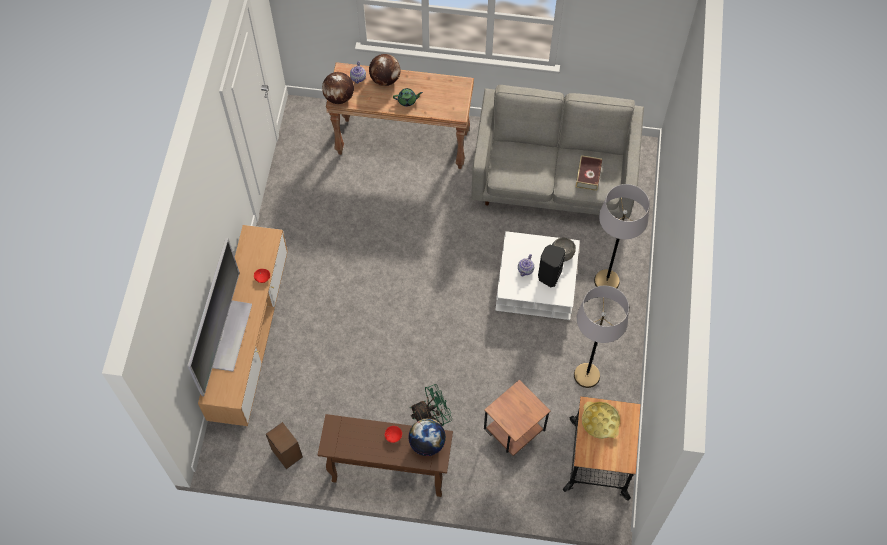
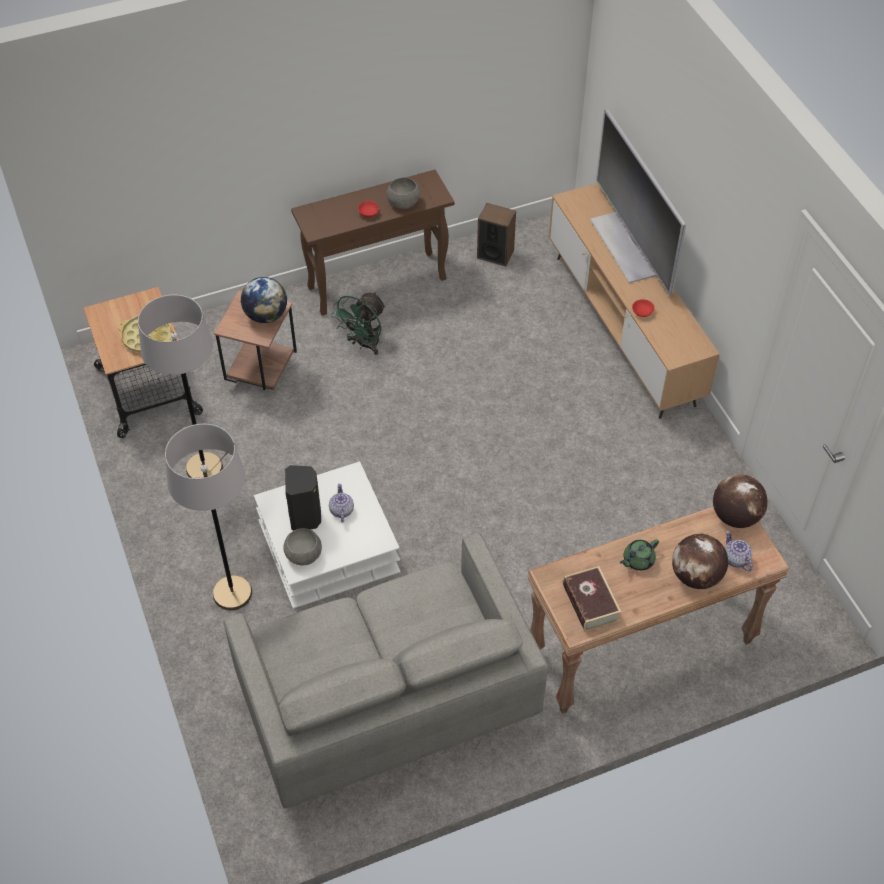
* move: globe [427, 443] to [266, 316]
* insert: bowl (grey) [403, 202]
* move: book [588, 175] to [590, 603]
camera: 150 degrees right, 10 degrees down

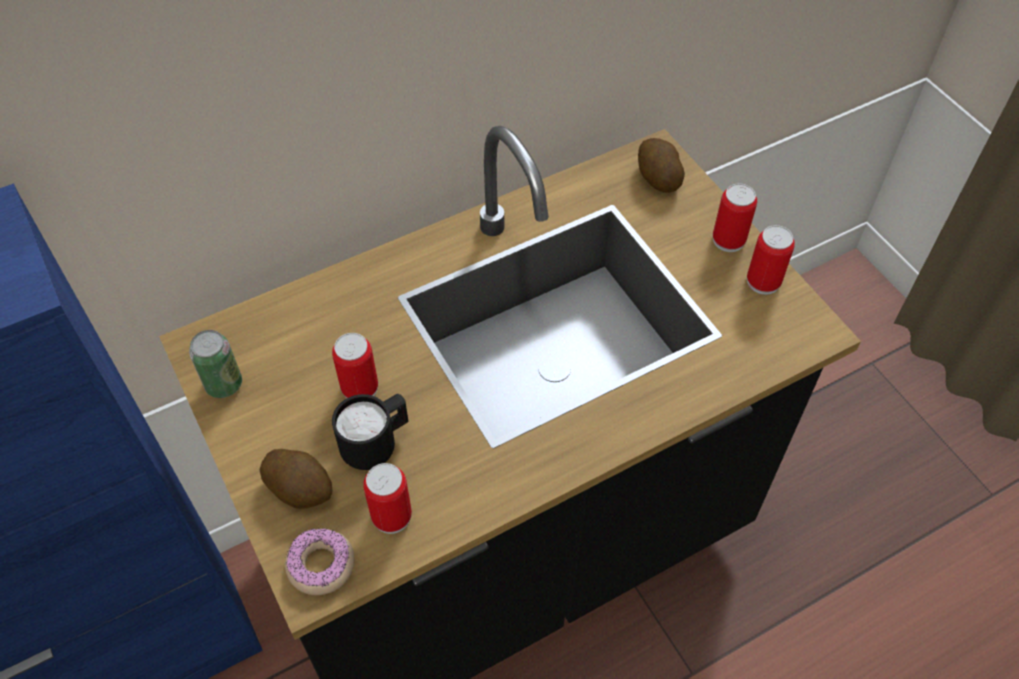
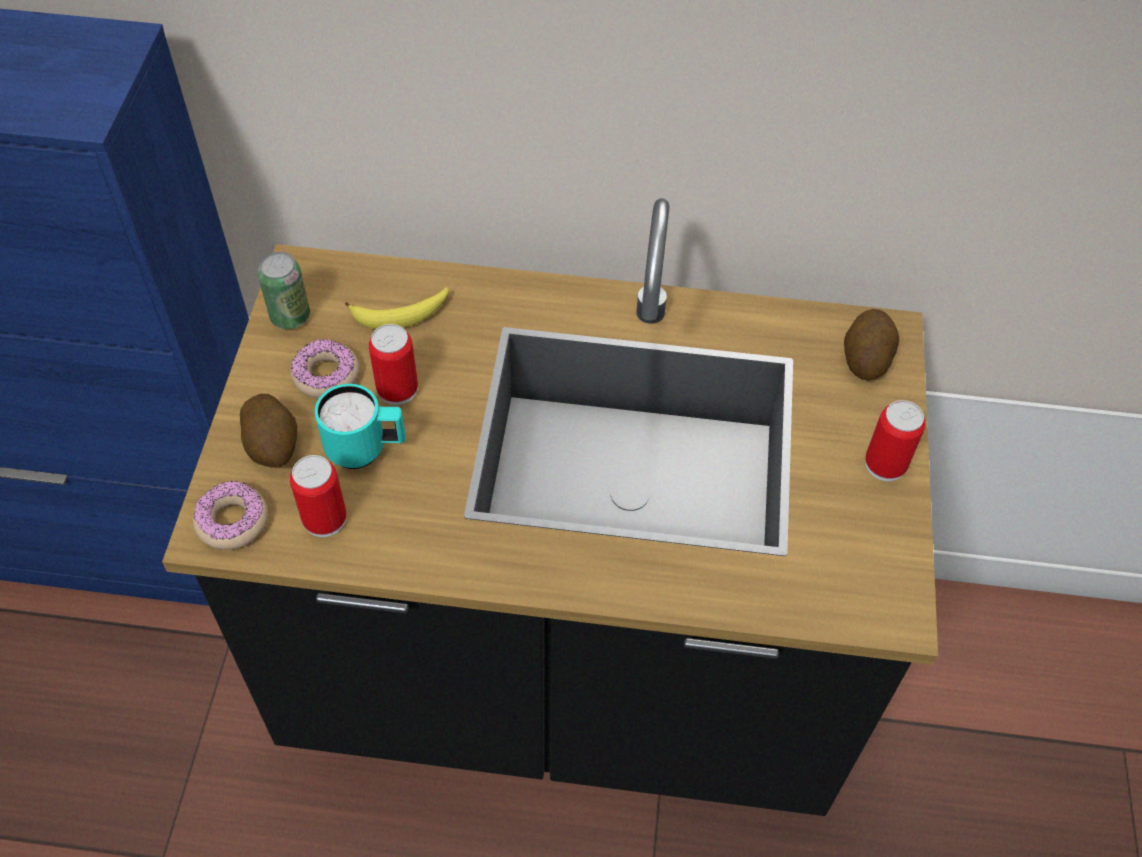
* insert: donut [326, 375]
* recolor: mug (black) [376, 446] to mug (turquoise) [366, 450]
* insert: banana [401, 315]
* delete: can [763, 281]
camera: 35 degrees right, 0 degrees up

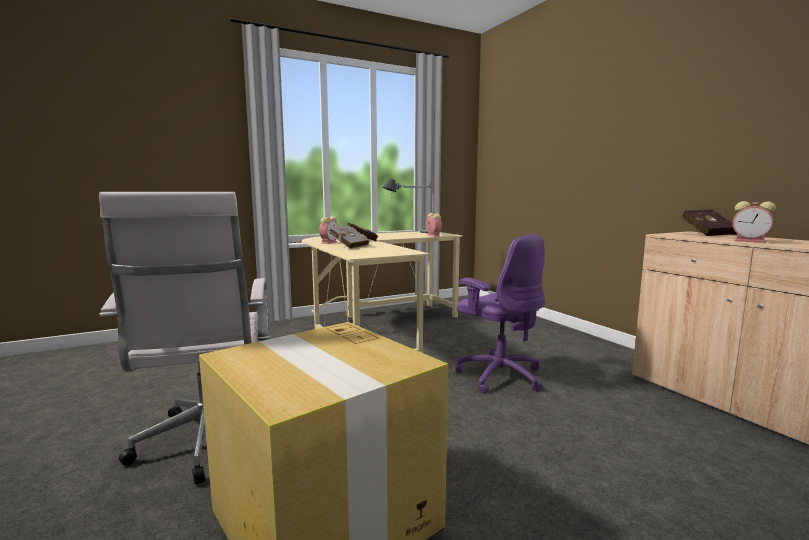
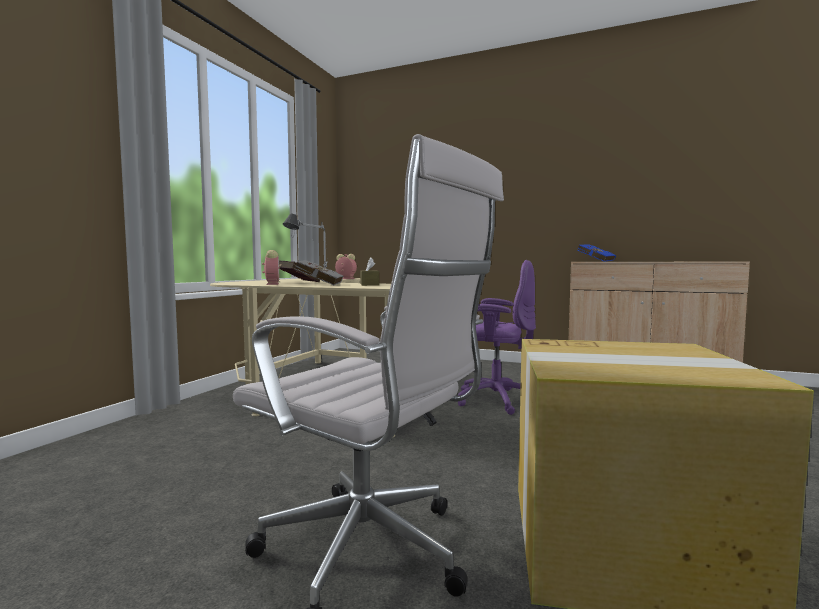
* insert: tissue box (brown) [369, 284]
* recolor: book (red) [706, 234] to book (blue) [594, 261]
* delete: alarm clock [751, 241]
camera: 40 degrees left, 5 degrees down

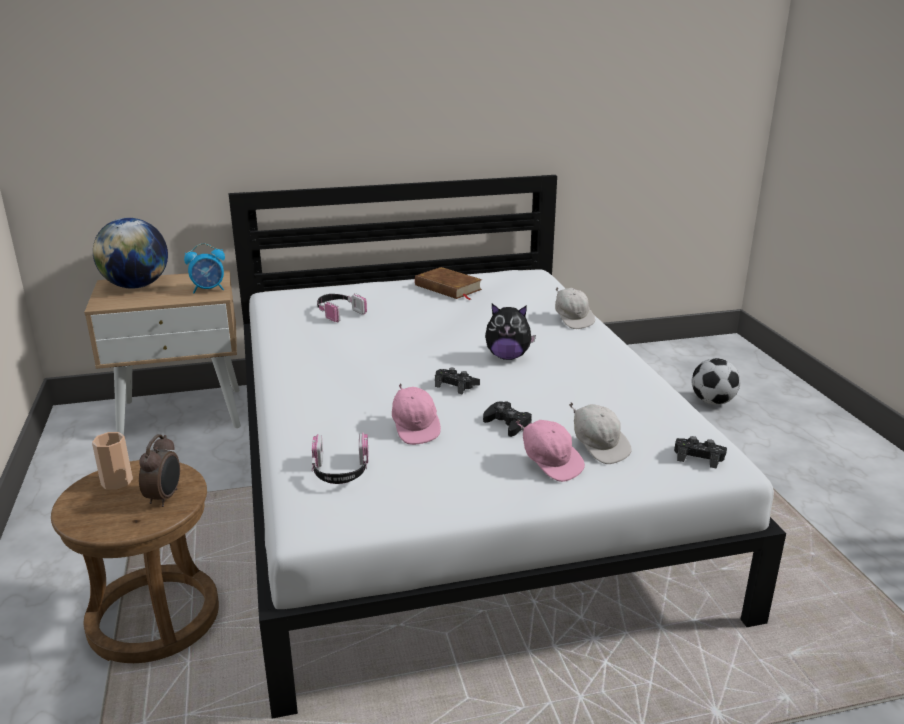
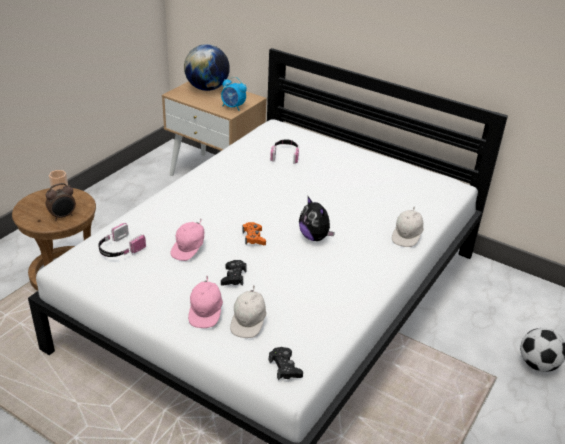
* recolor: game controller (black) [456, 385] to game controller (orange) [253, 237]
* delete: book (brown) [448, 288]
camera: 45 degrees right, 10 degrees up

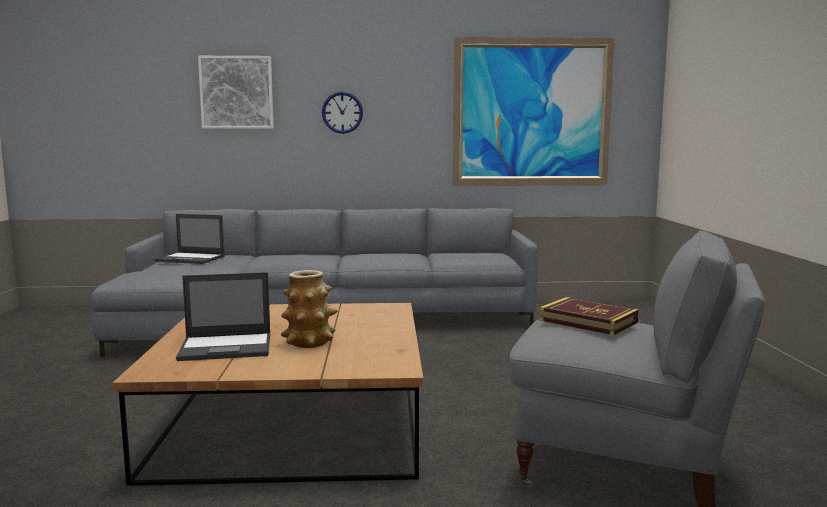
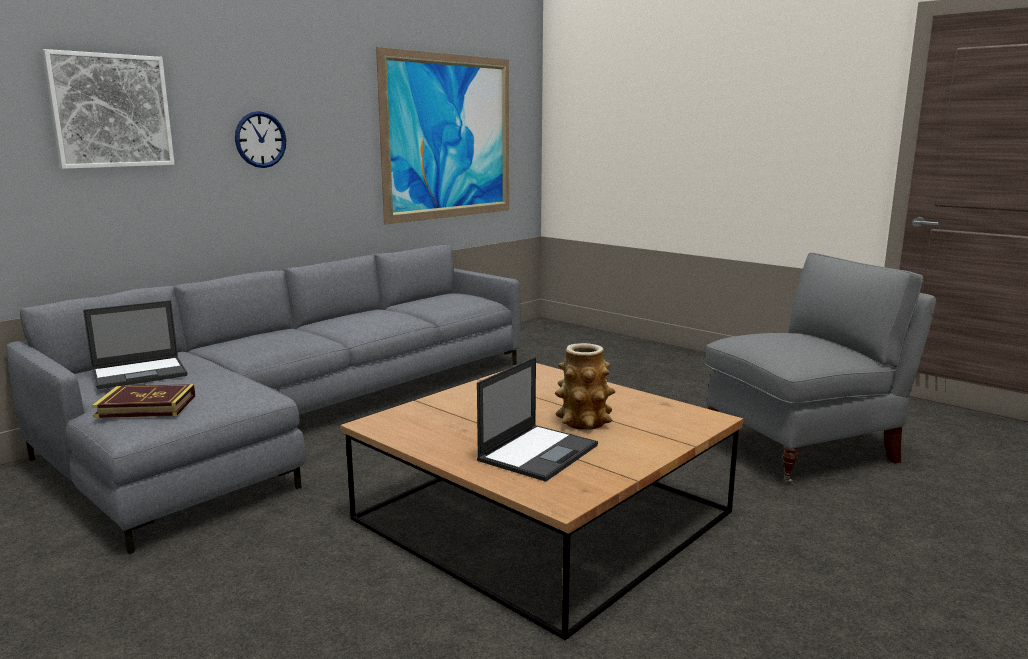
* move: book [588, 321] to [146, 406]
camera: 45 degrees left, 5 degrees up

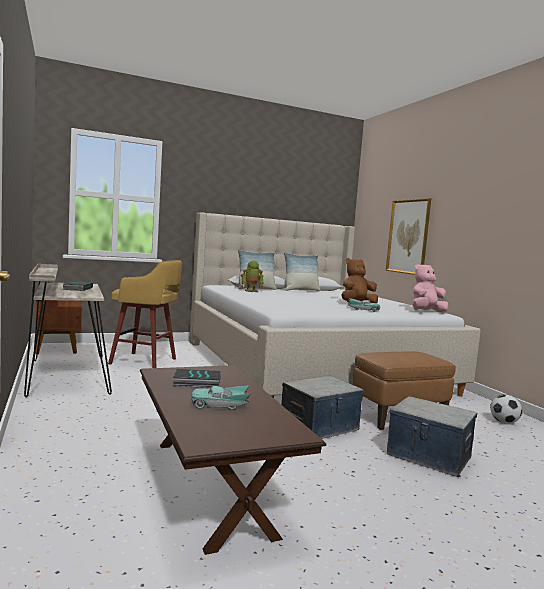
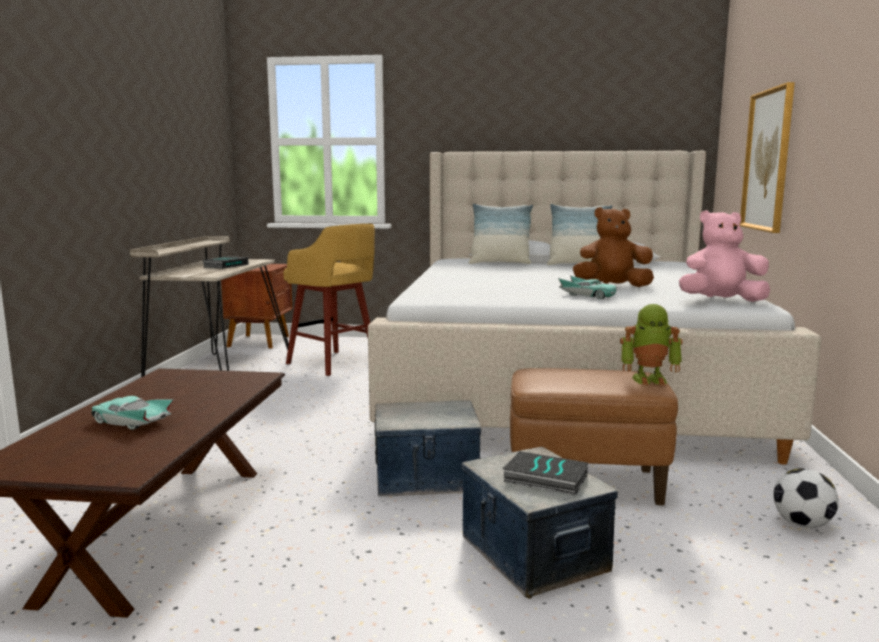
* move: book [196, 383] to [544, 479]
* move: toy robot [251, 291] to [649, 379]
camera: 30 degrees right, 5 degrees up

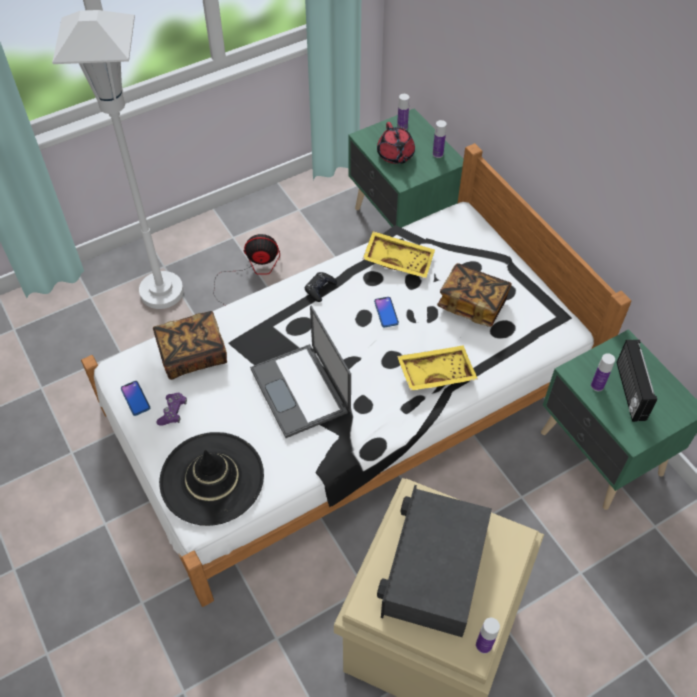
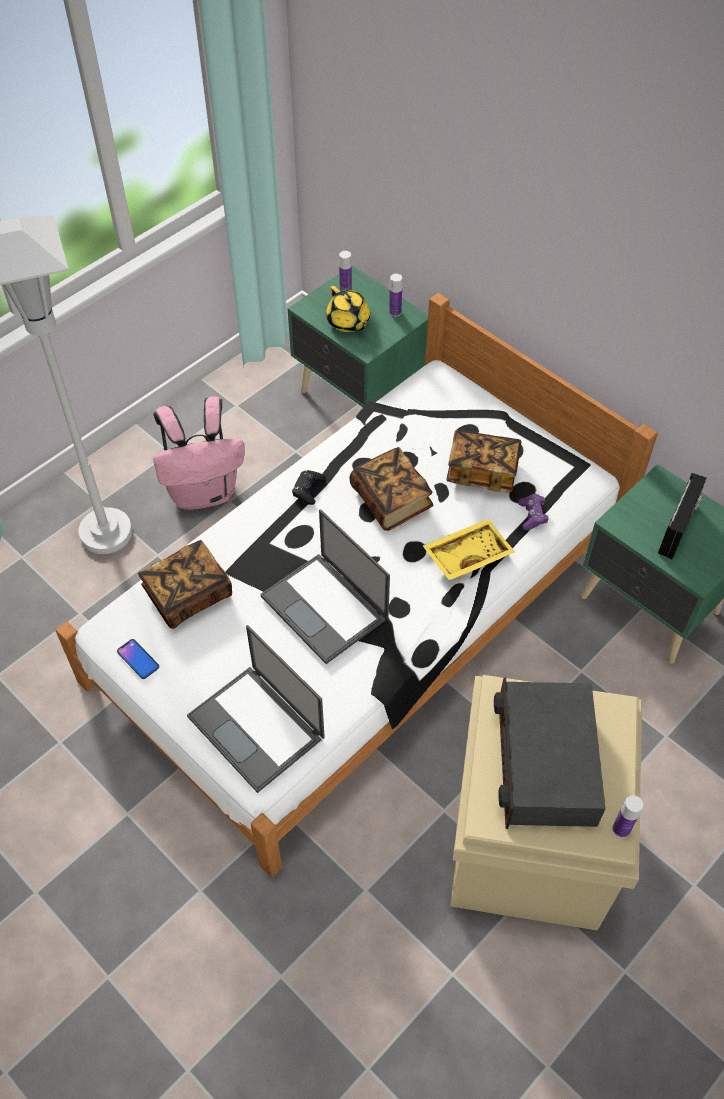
* replace: fan [250, 275] to backpack (pink) [204, 492]
* replace: hat (black) [212, 478] to laptop [257, 728]
* recolor: teapot (red) [395, 155] to teapot (yellow) [348, 322]
* replace: phone [386, 312] to book [391, 500]
* move: game controller (purple) [173, 412] to [532, 515]
* rotate: radio [629, 391] = [678, 529] 135 degrees counterclockwise
* delete: tray (yellow) [399, 260]
* delete: bottle [597, 386]
camera: 15 degrees left, 0 degrees up

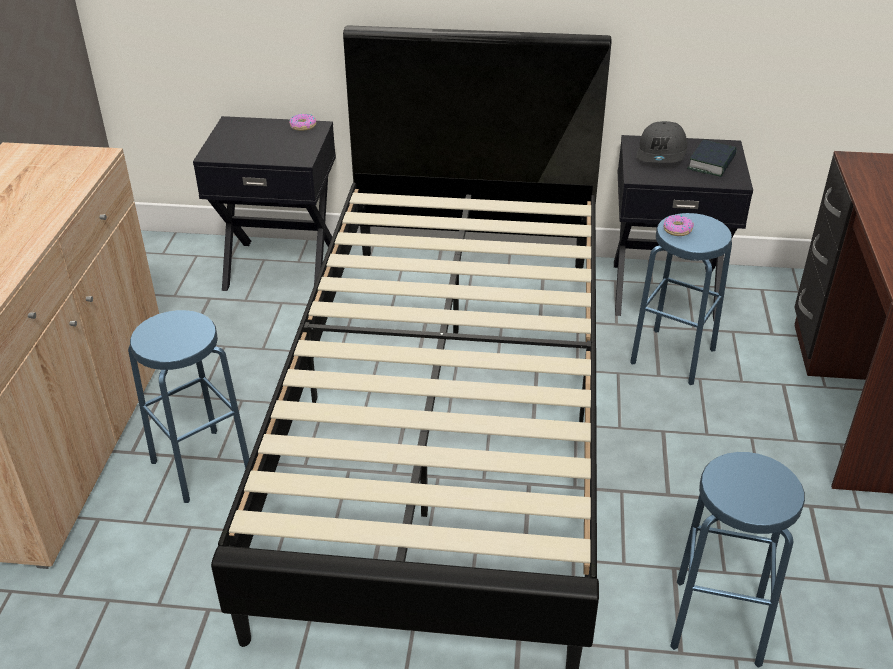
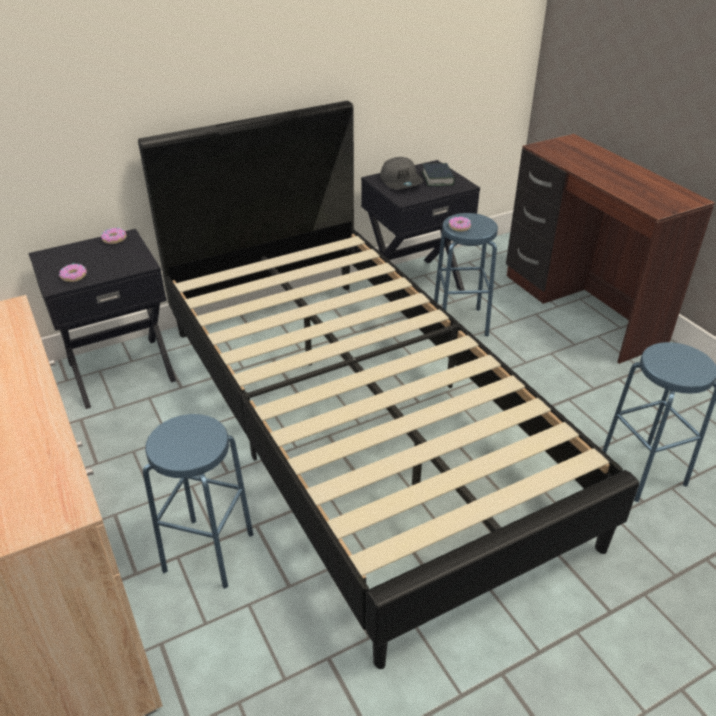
* insert: donut [74, 276]
camera: 35 degrees left, 0 degrees up

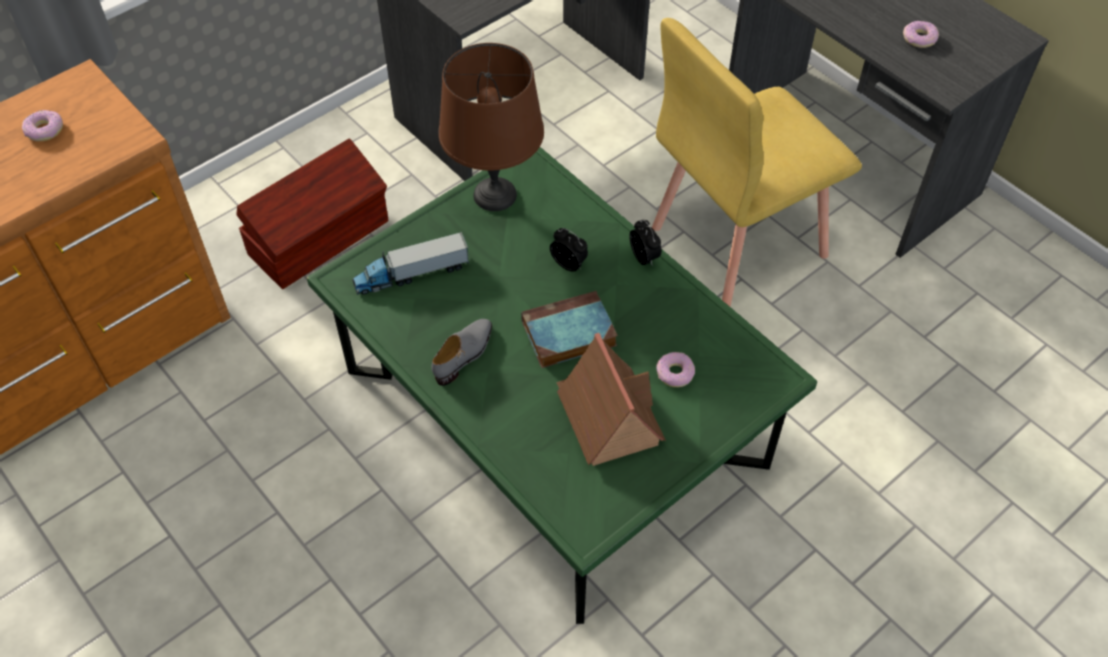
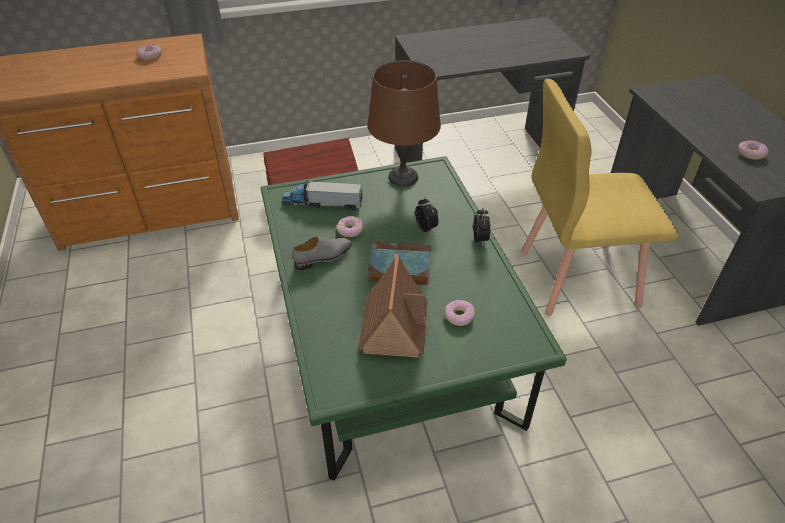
* insert: donut [350, 230]
camera: 25 degrees right, 10 degrees down

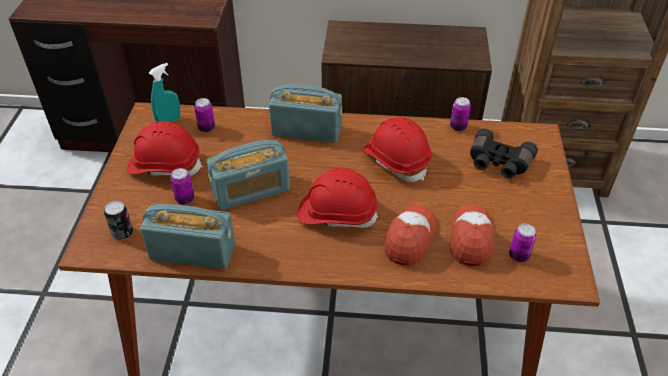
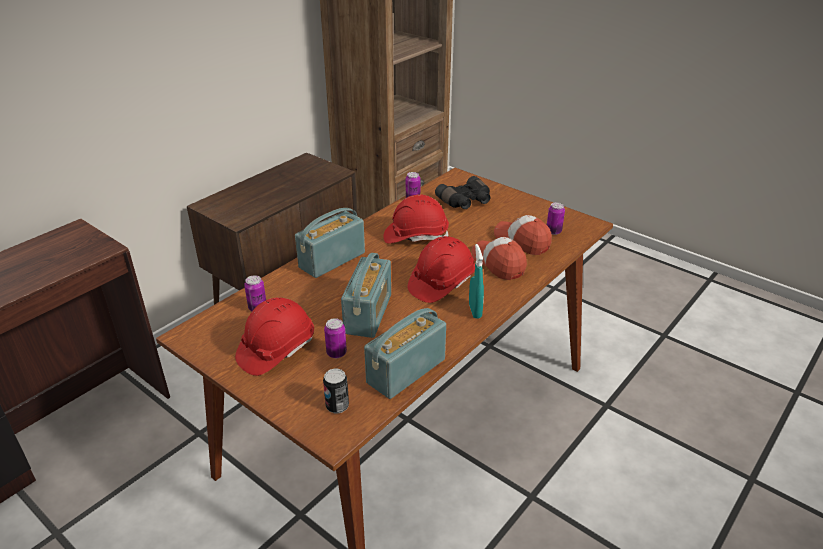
* move: spray bottle (turquoise) [169, 121] to [475, 311]
camera: 55 degrees left, 10 degrees down

